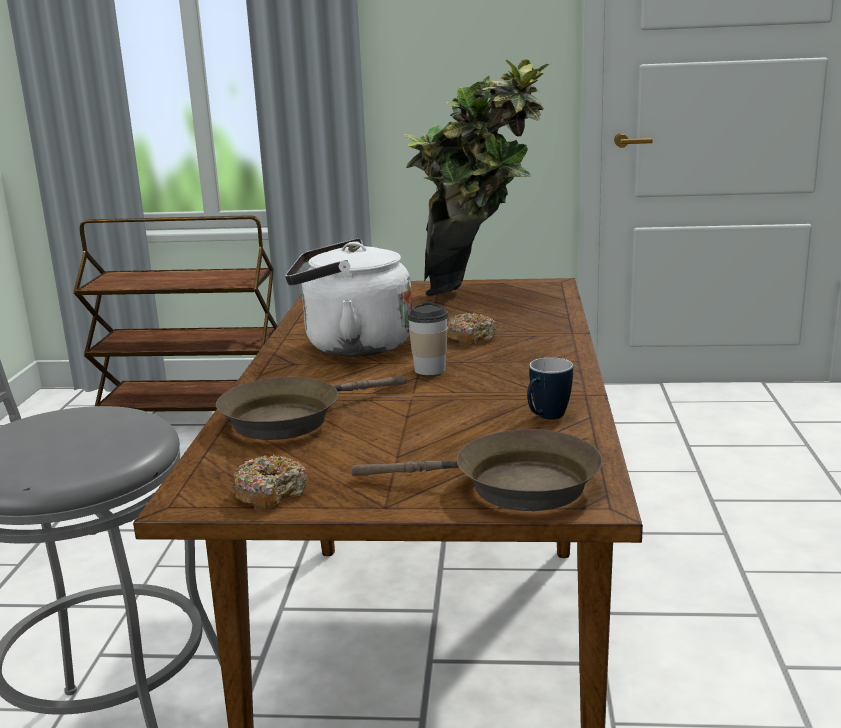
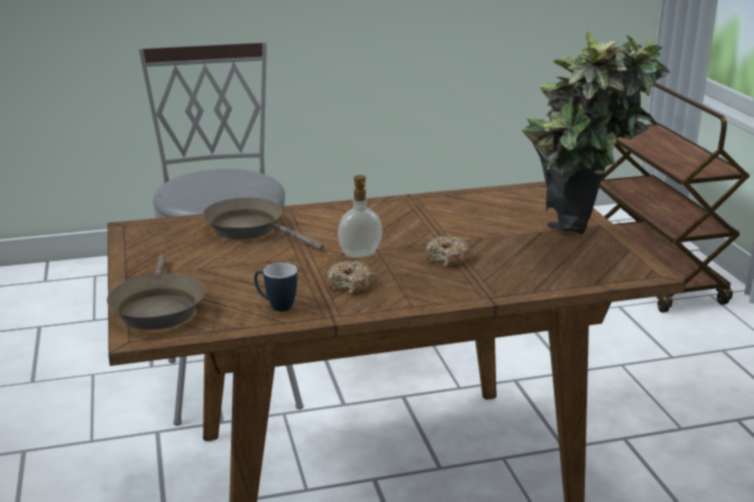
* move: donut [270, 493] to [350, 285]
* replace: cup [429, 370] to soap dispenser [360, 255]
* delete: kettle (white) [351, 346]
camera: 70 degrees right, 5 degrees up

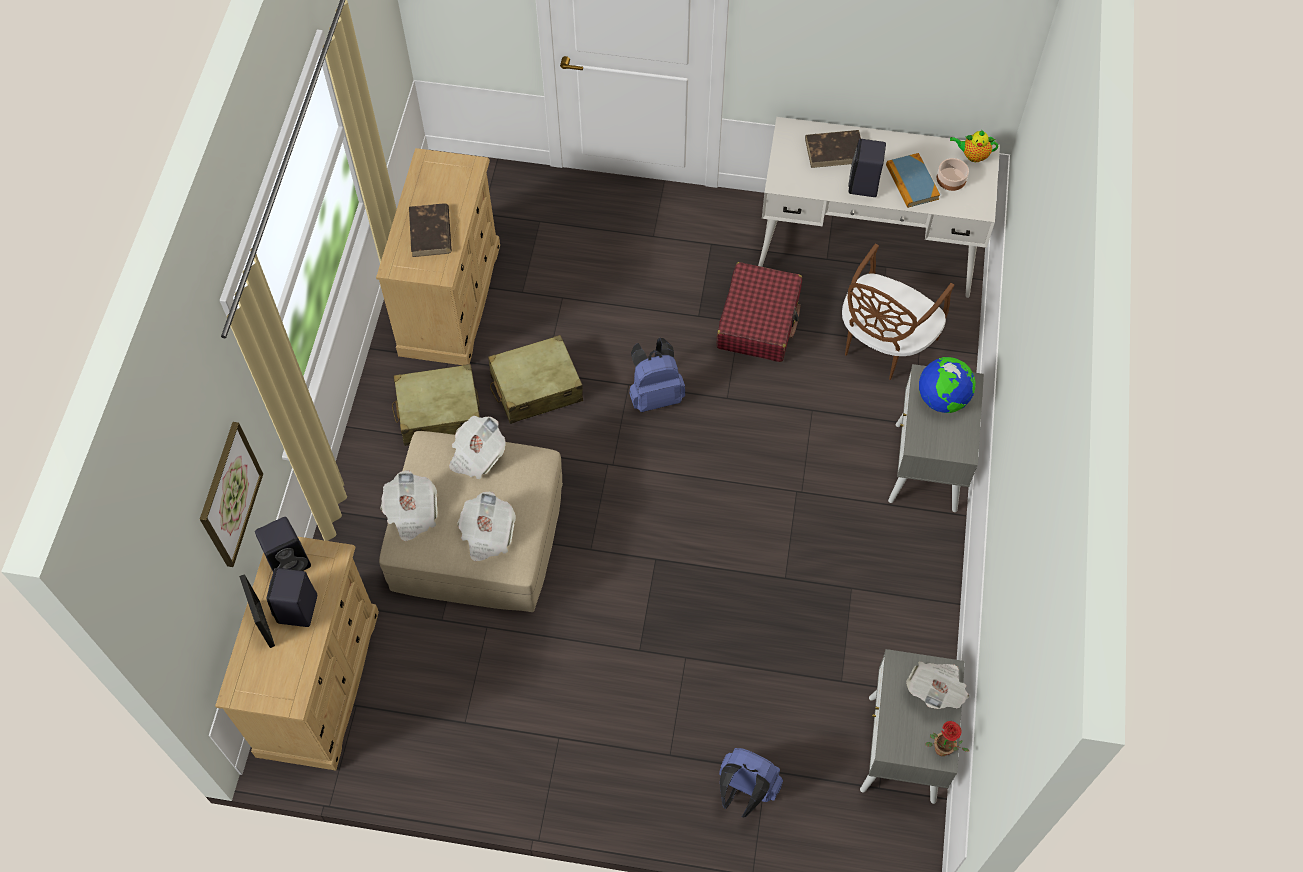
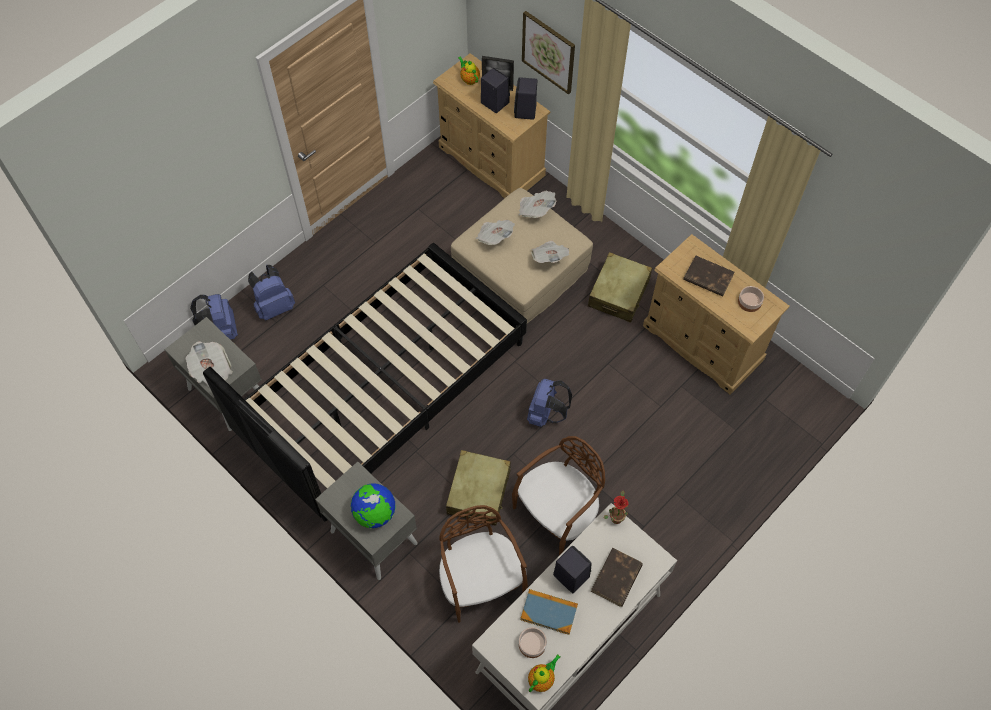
* insert: backpack (blue) [222, 330]
* insert: bed (black) [383, 389]
* move: suitcase (beige) [536, 387] to [479, 492]
* insert: teapot [469, 79]
* replace: suitcase (red) [759, 320] to chair (brown) [558, 513]
* move: potted plant [939, 751] to [616, 516]
* insert: bowl [749, 302]
camera: 125 degrees right, 0 degrees up

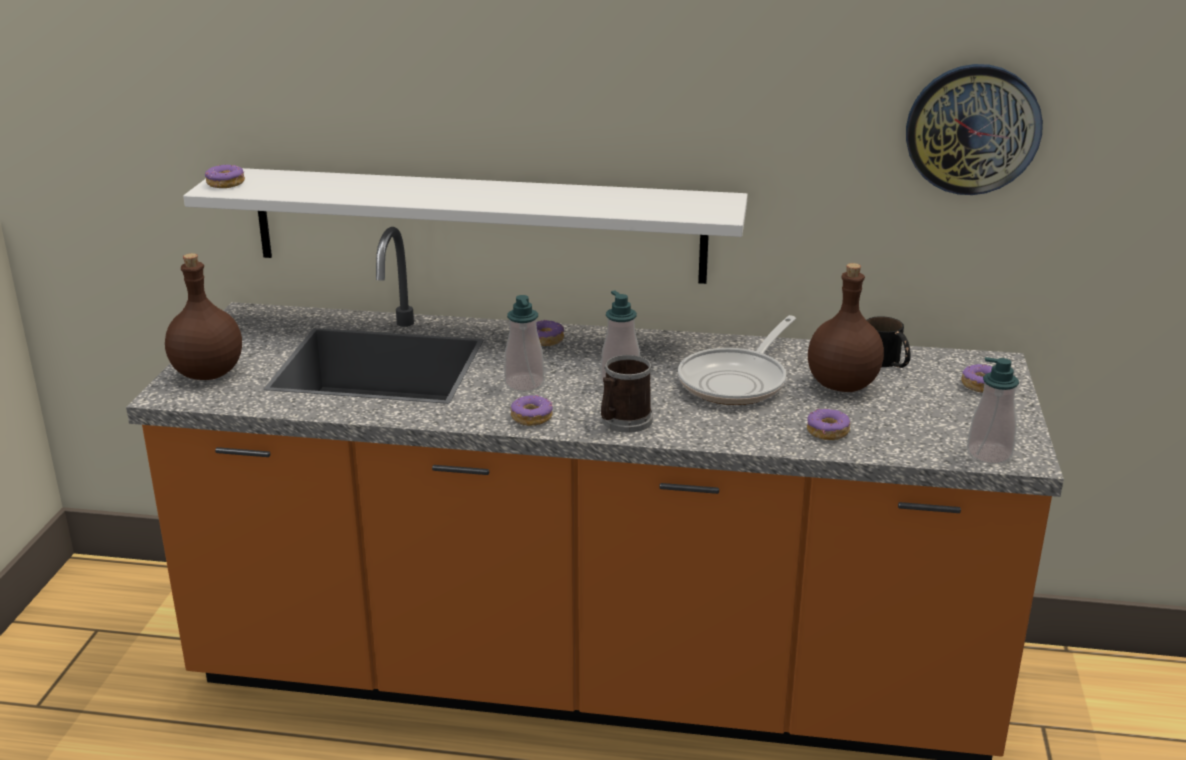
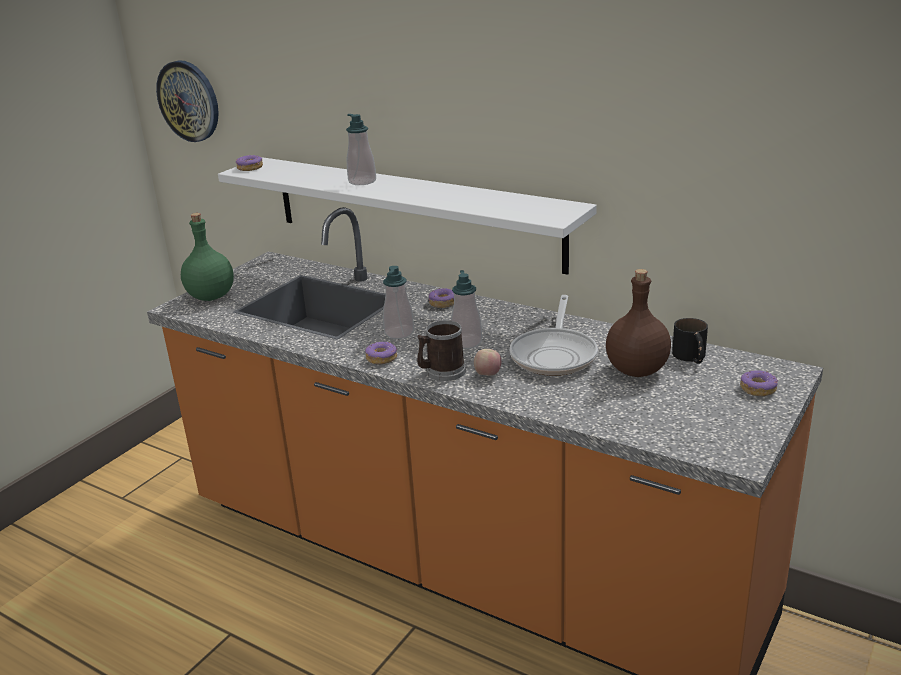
* move: wall clock [972, 129] to [189, 101]
* recolor: bottle (brown) [207, 373] to bottle (green) [211, 296]
* move: soap dispenser [989, 454] to [362, 181]
* insert: apple [488, 375]
* rotate: frying pan [737, 381] = [555, 354] 45 degrees counterclockwise
* delete: donut [827, 432]
camera: 25 degrees right, 0 degrees up

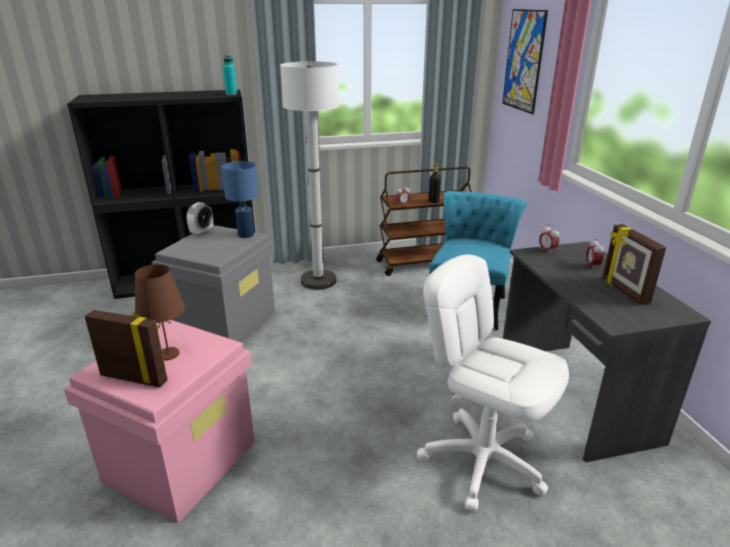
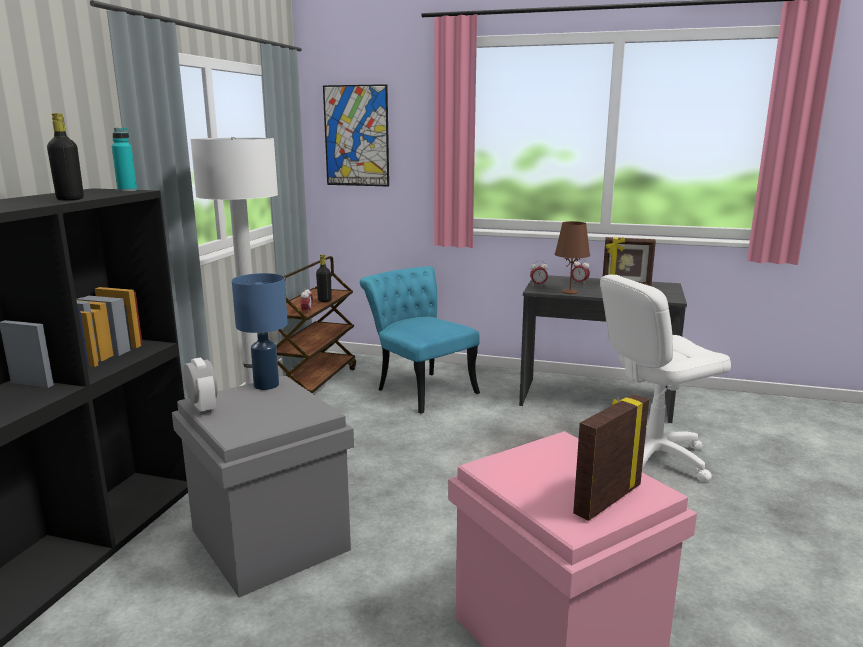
* insert: bottle (black) [70, 199]
* move: table lamp (brown) [168, 354] to [570, 292]
camera: 60 degrees left, 10 degrees down

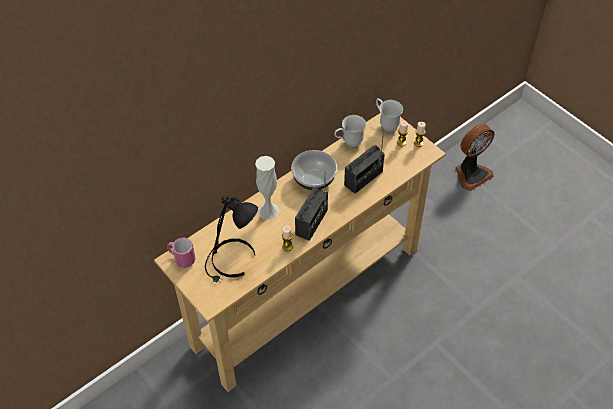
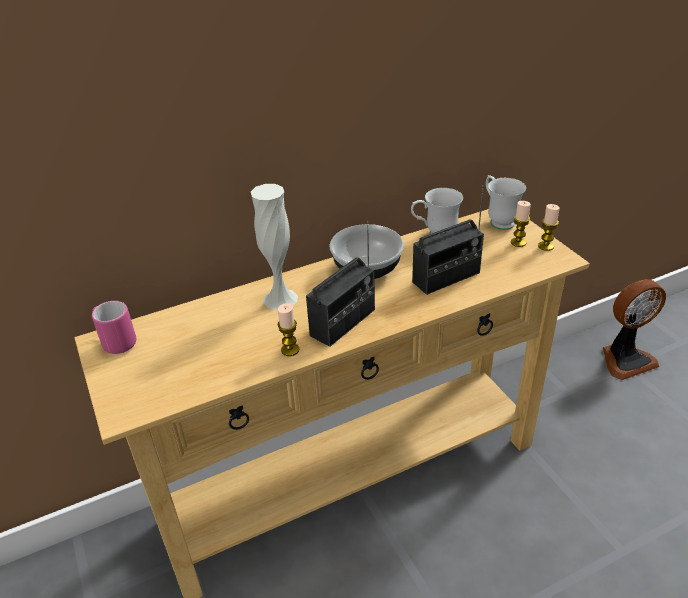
* delete: table lamp (black) [232, 261]
camera: 15 degrees right, 15 degrees down

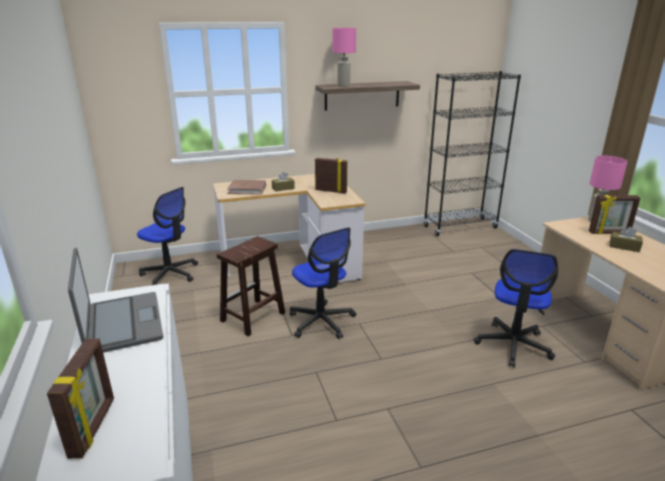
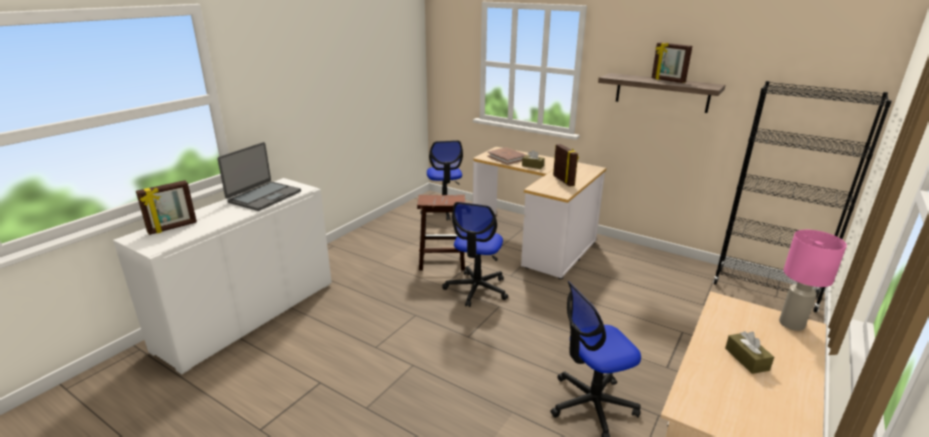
* move: picture frame [609, 233] to [667, 80]
* delete: table lamp (pink) [344, 85]
camera: 50 degrees right, 0 degrees up

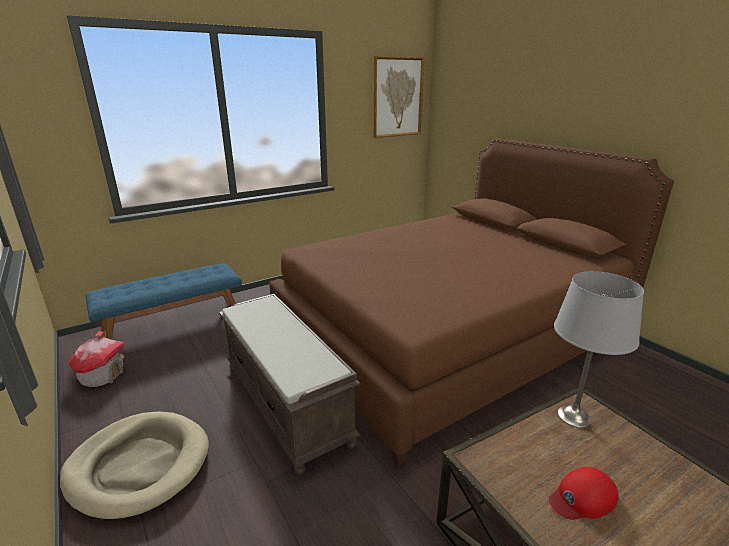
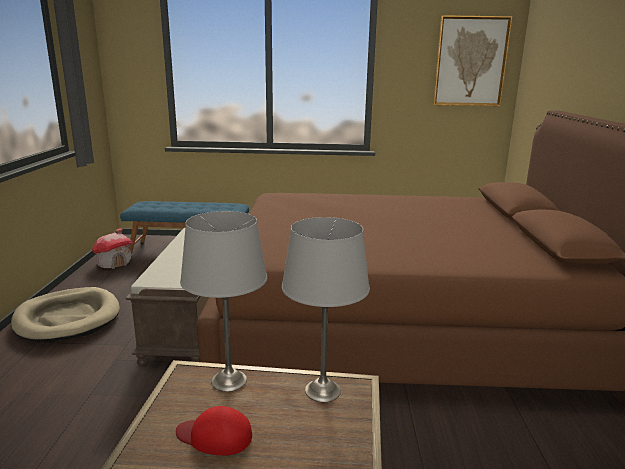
* insert: table lamp (grey) [229, 380]
camera: 35 degrees right, 5 degrees down

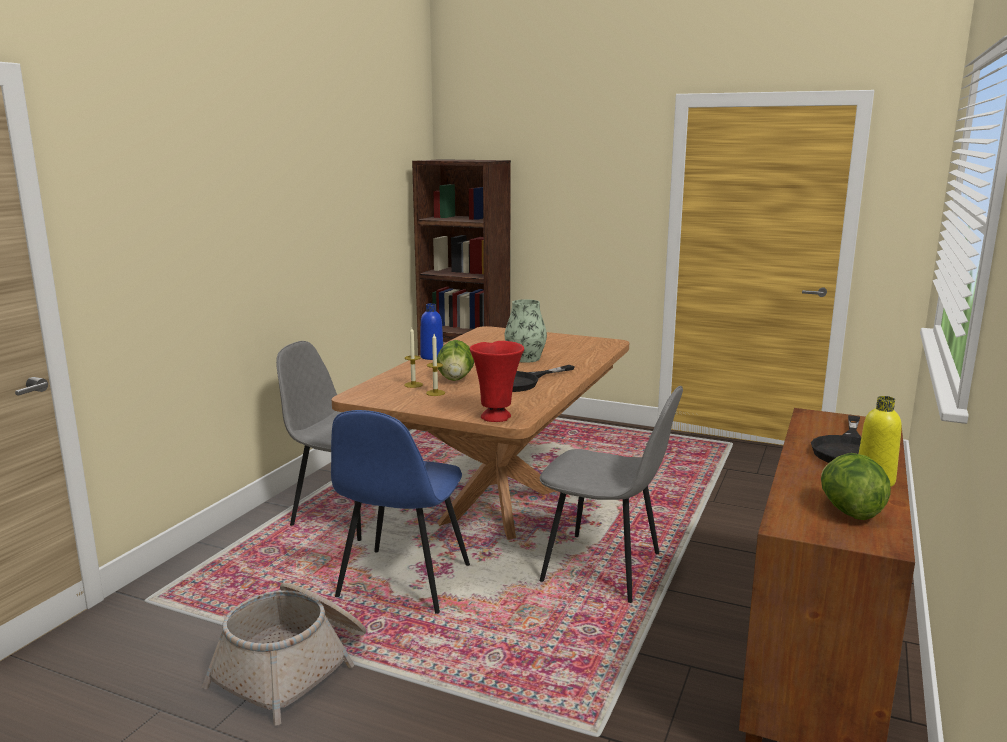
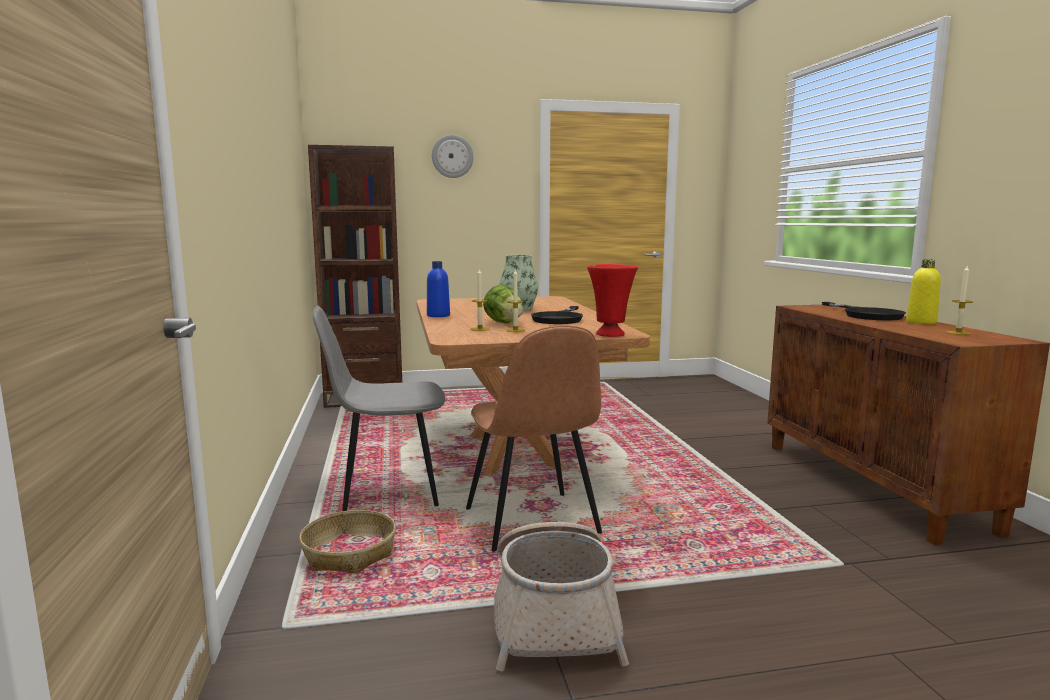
* insert: basket [349, 553]
* insert: wall clock [452, 156]
* recolor: chair (blue) [402, 583] to chair (brown) [532, 523]
* replace: lettuce [849, 511] to candle [958, 333]
* delete: chair (grey) [605, 568]
camera: 35 degrees left, 5 degrees down

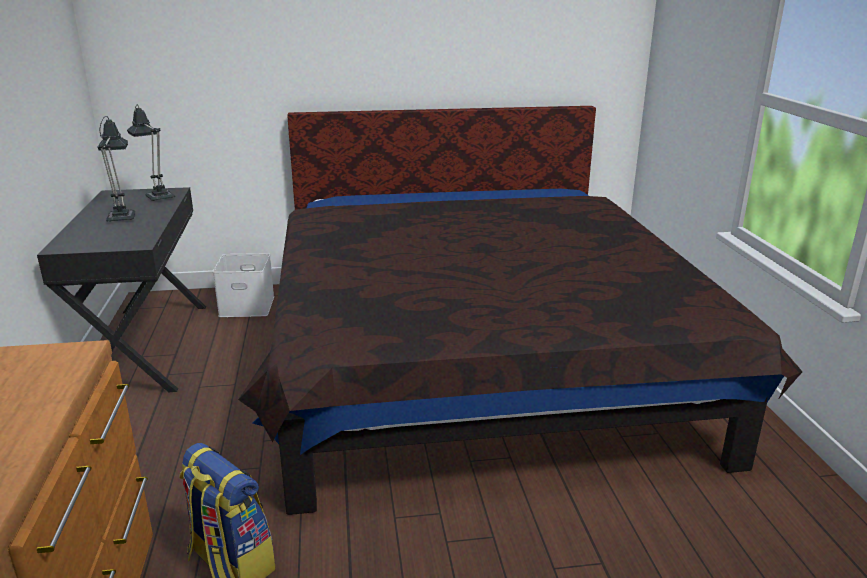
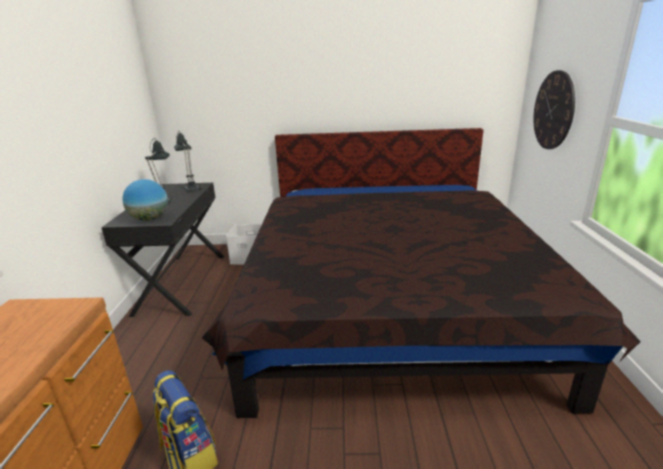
* insert: globe [150, 219]
* insert: wall clock [553, 110]
camera: 10 degrees right, 0 degrees up

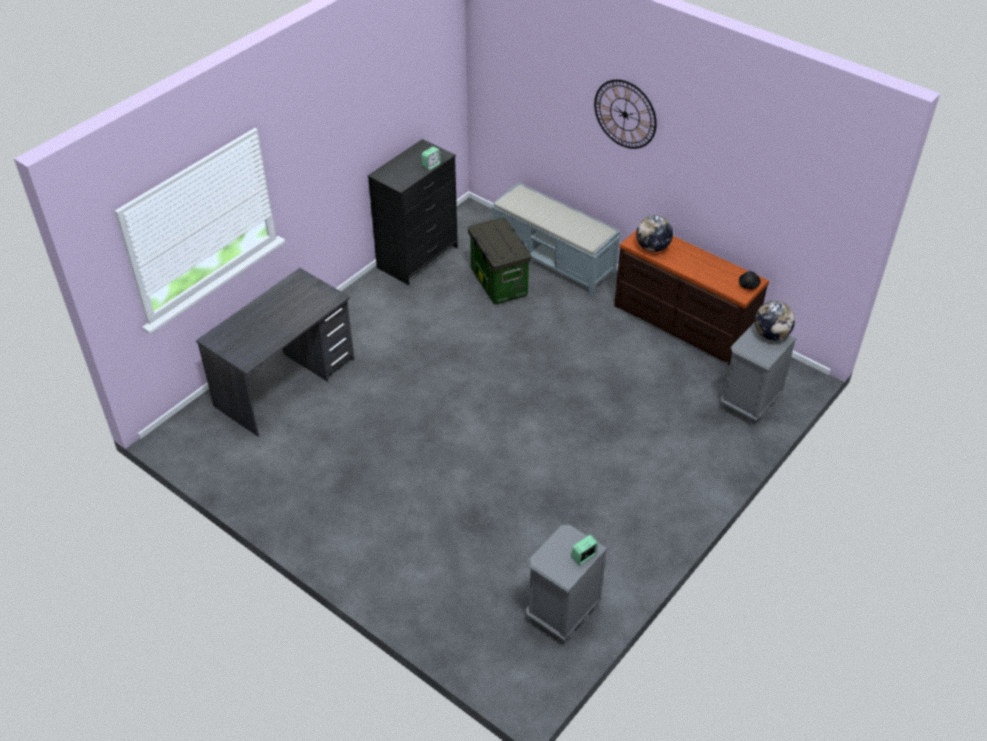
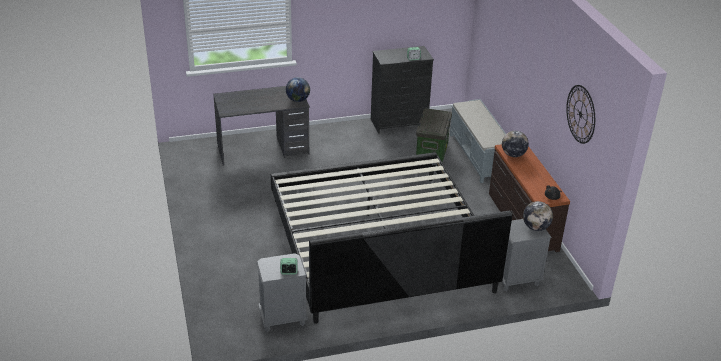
* insert: bed [379, 244]
* insert: globe [298, 100]
* move: wall clock [625, 114] to [580, 114]
camera: 35 degrees right, 10 degrees down

